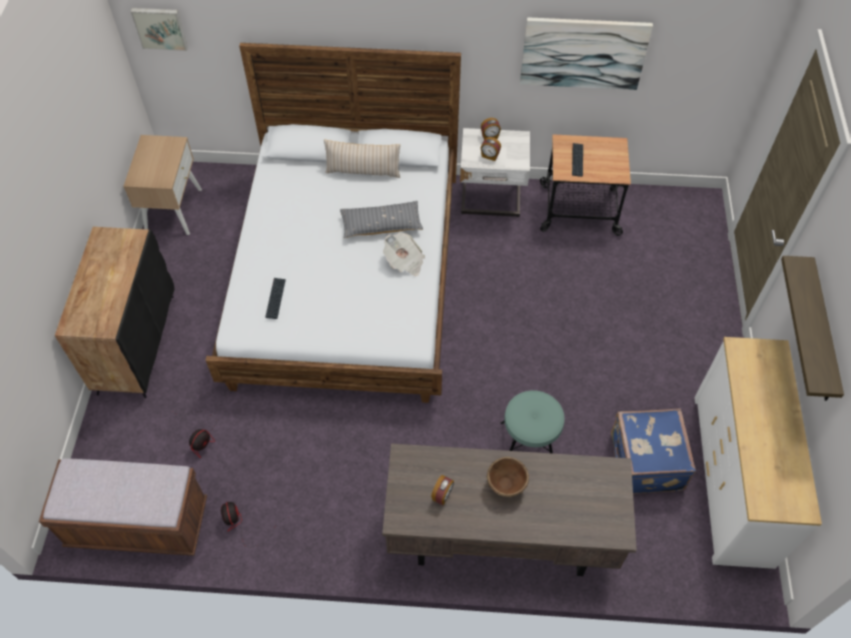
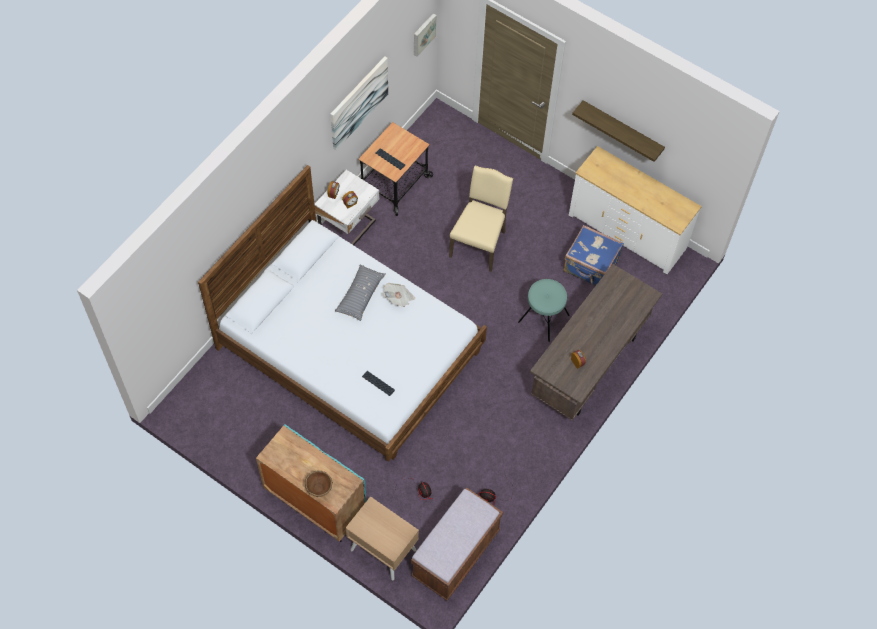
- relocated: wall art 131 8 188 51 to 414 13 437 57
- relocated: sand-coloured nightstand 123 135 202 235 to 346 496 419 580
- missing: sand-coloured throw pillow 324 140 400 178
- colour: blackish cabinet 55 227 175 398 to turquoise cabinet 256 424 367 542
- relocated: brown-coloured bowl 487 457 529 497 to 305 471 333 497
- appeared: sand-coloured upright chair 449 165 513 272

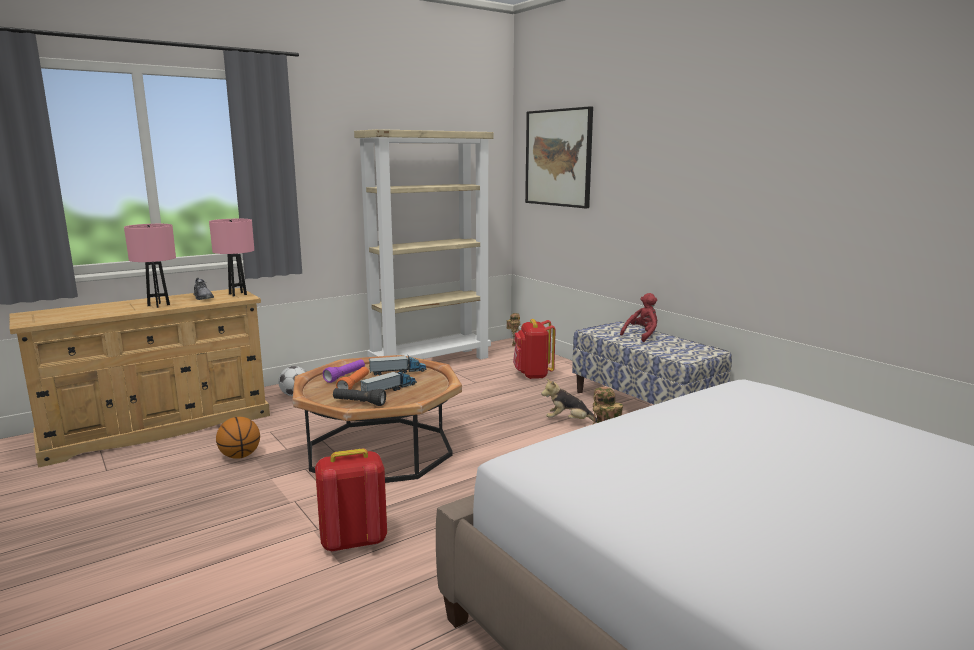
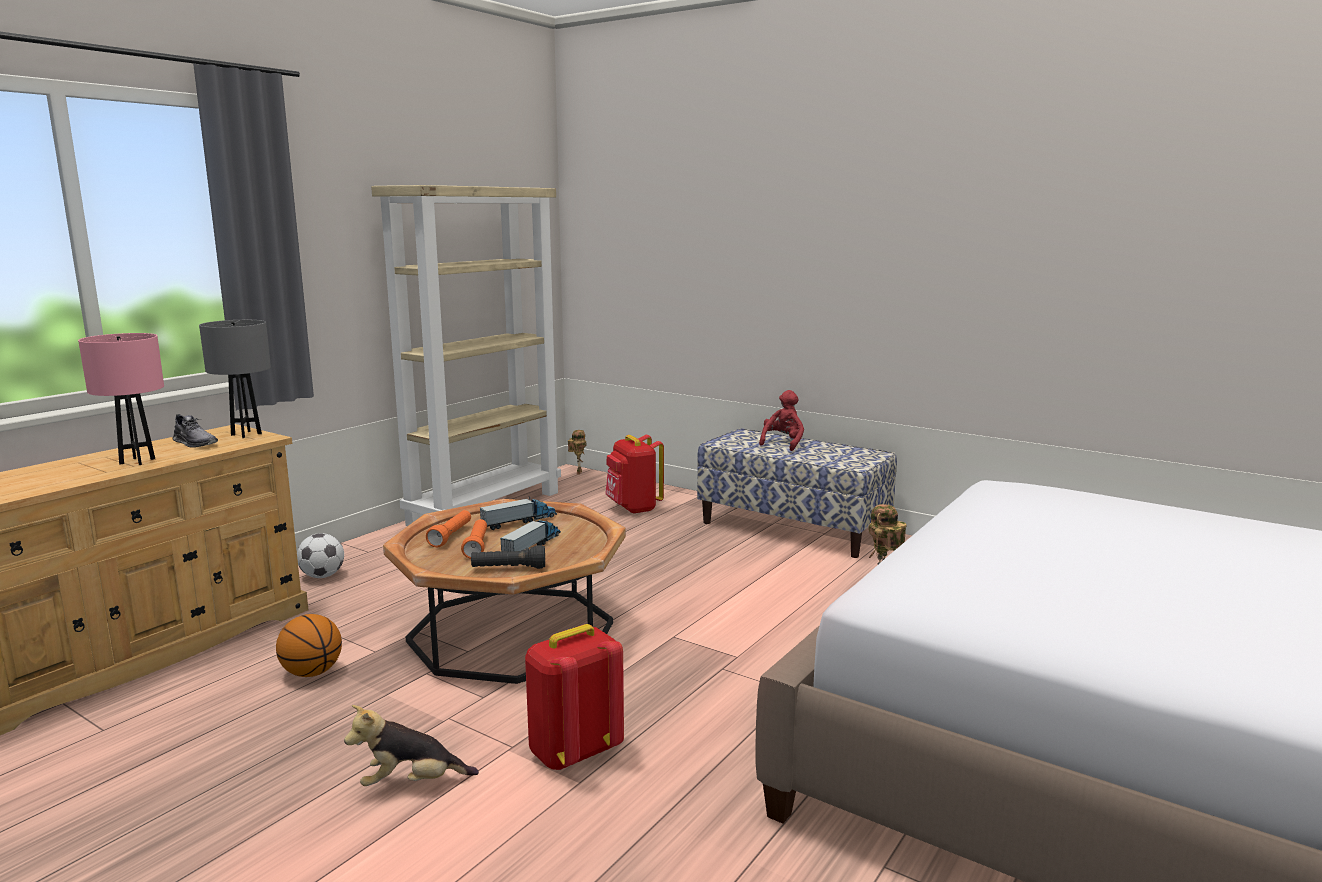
- missing: wall art 525 106 593 208
- colour: pinkish tabletop lamp 209 219 254 297 to gray tabletop lamp 199 320 271 438
- colour: purplish hand torch 323 359 365 383 to orangey hand torch 426 510 471 547
- relocated: plush toy 541 378 597 423 to 344 705 479 786

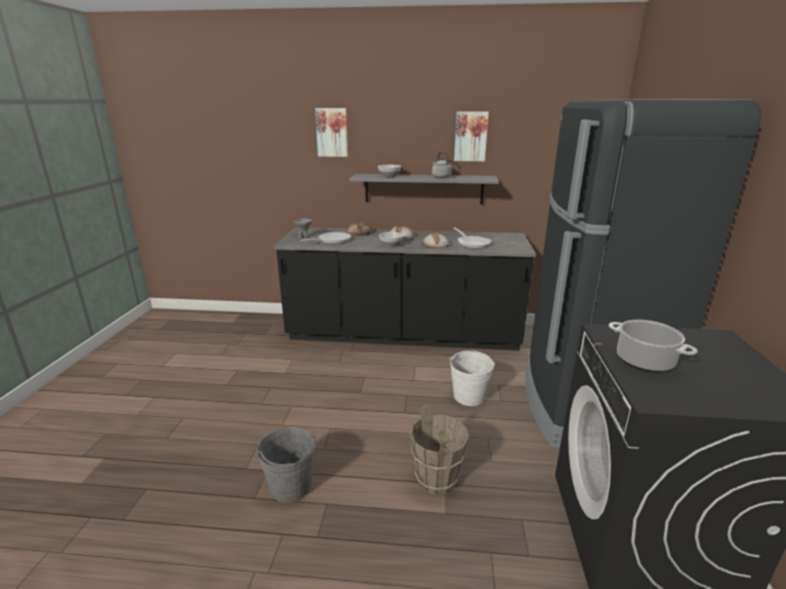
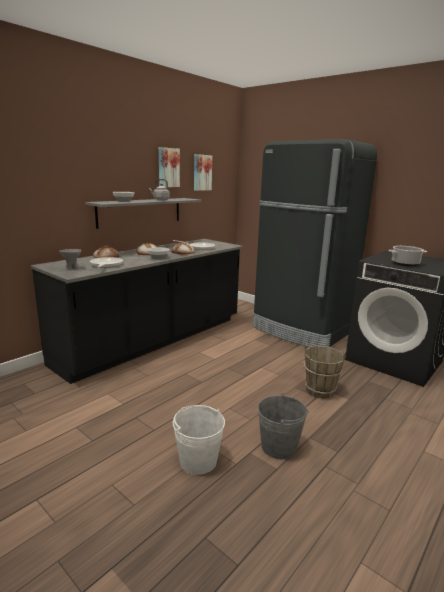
- relocated: wall art 315 108 348 157 to 194 154 212 191
- relocated: whitish water bucket 450 350 495 406 to 173 405 225 475

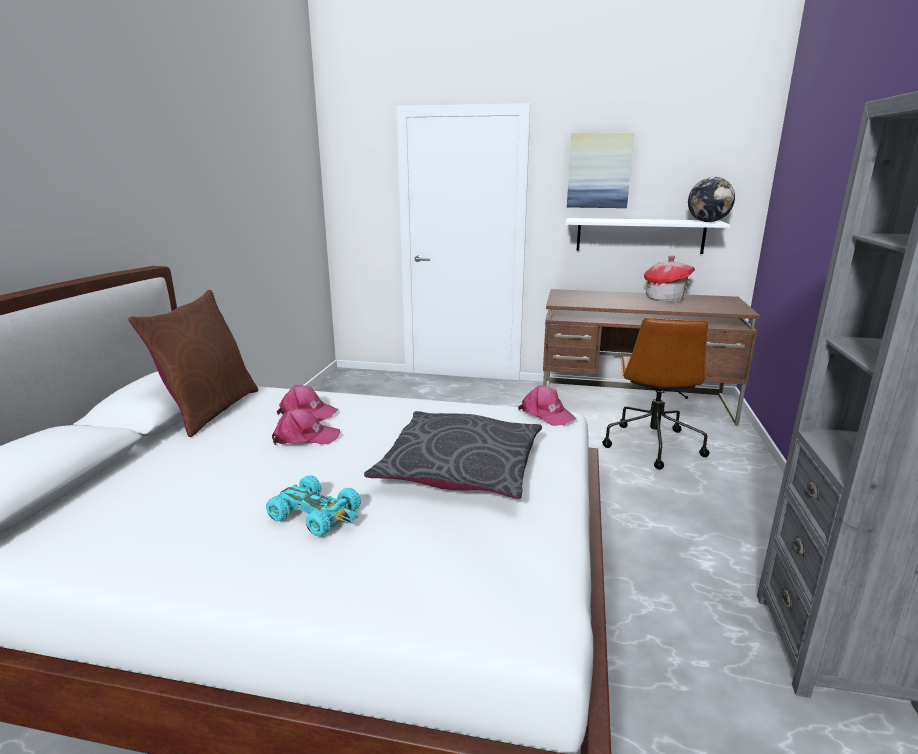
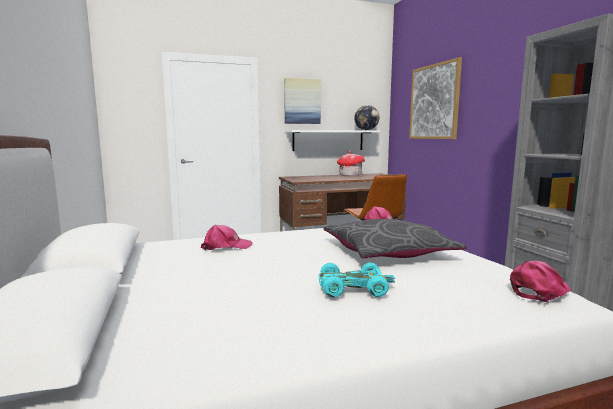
- missing: brown-coloured throw pillow 128 290 258 437
- relocated: pinkish peaked cap 272 409 340 445 to 510 261 572 303
- appeared: wall art 409 57 462 139

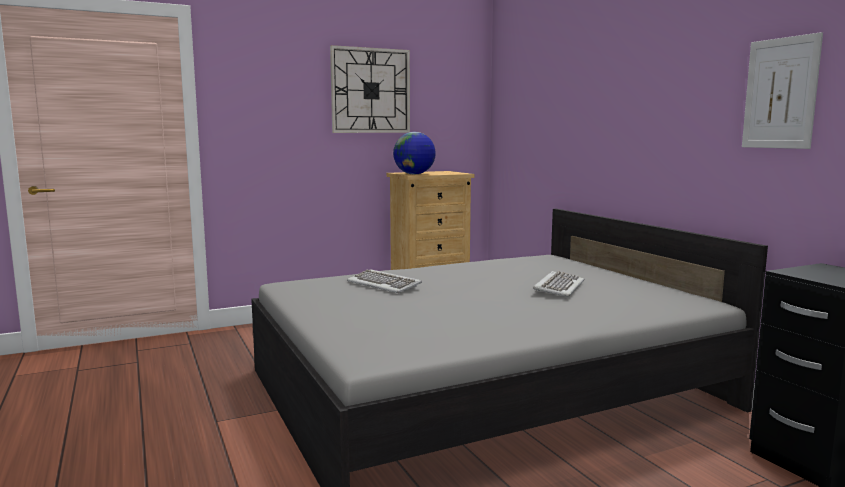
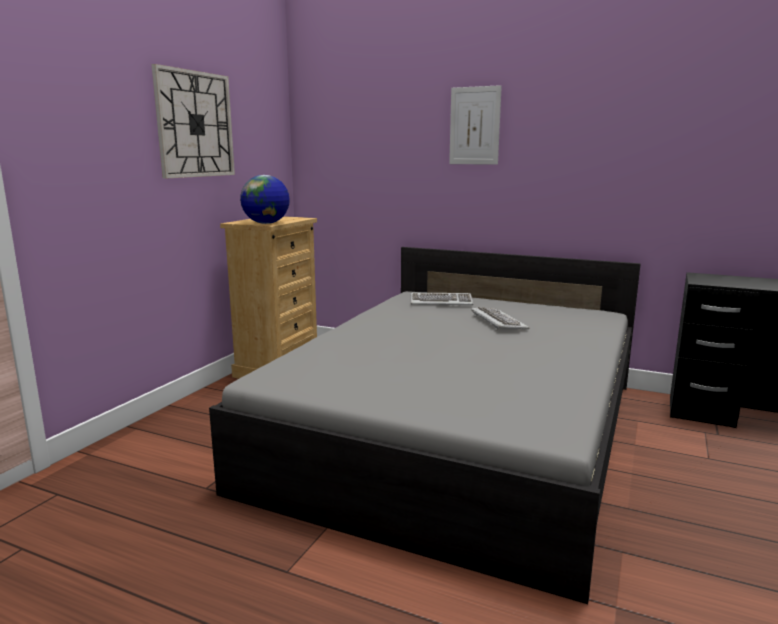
- relocated: wall art 742 32 823 149 to 449 85 502 165
- relocated: computer keyboard 347 269 422 293 to 411 293 473 305

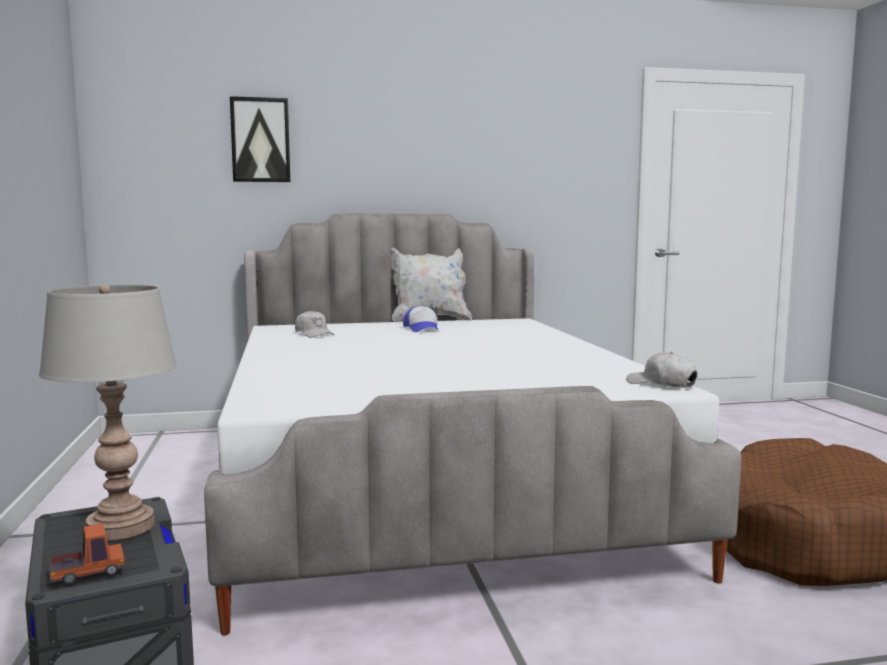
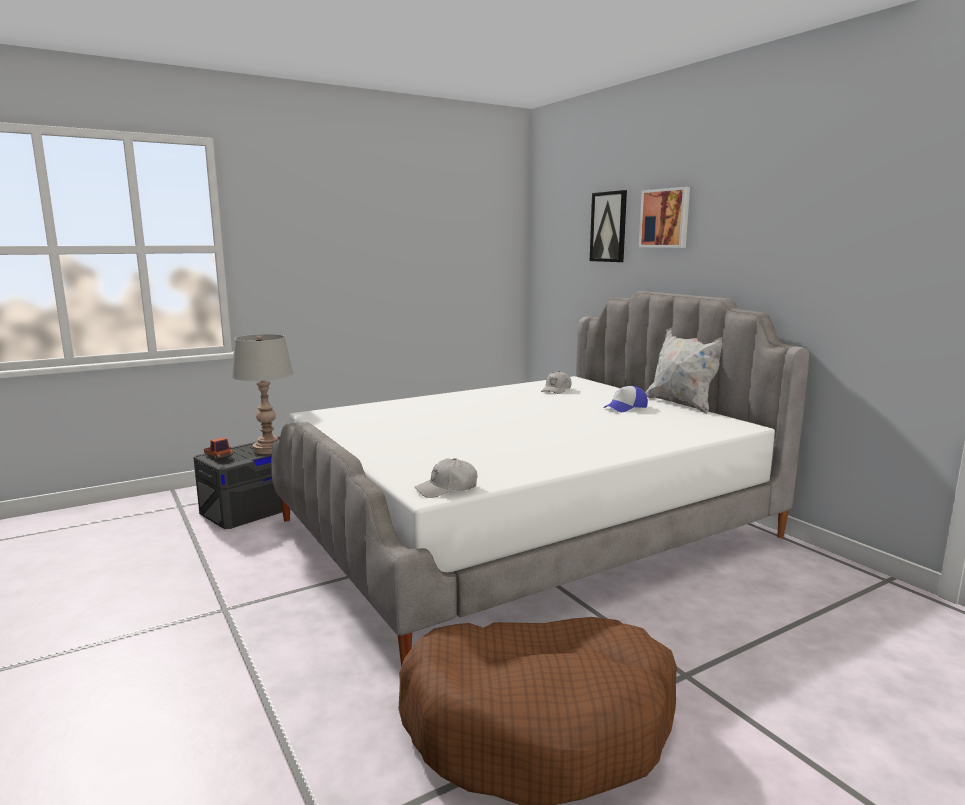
- spun: whitish peaked cap 626 352 697 388 = 415 458 477 498 135 degrees counterclockwise
- appeared: wall art 639 187 690 248

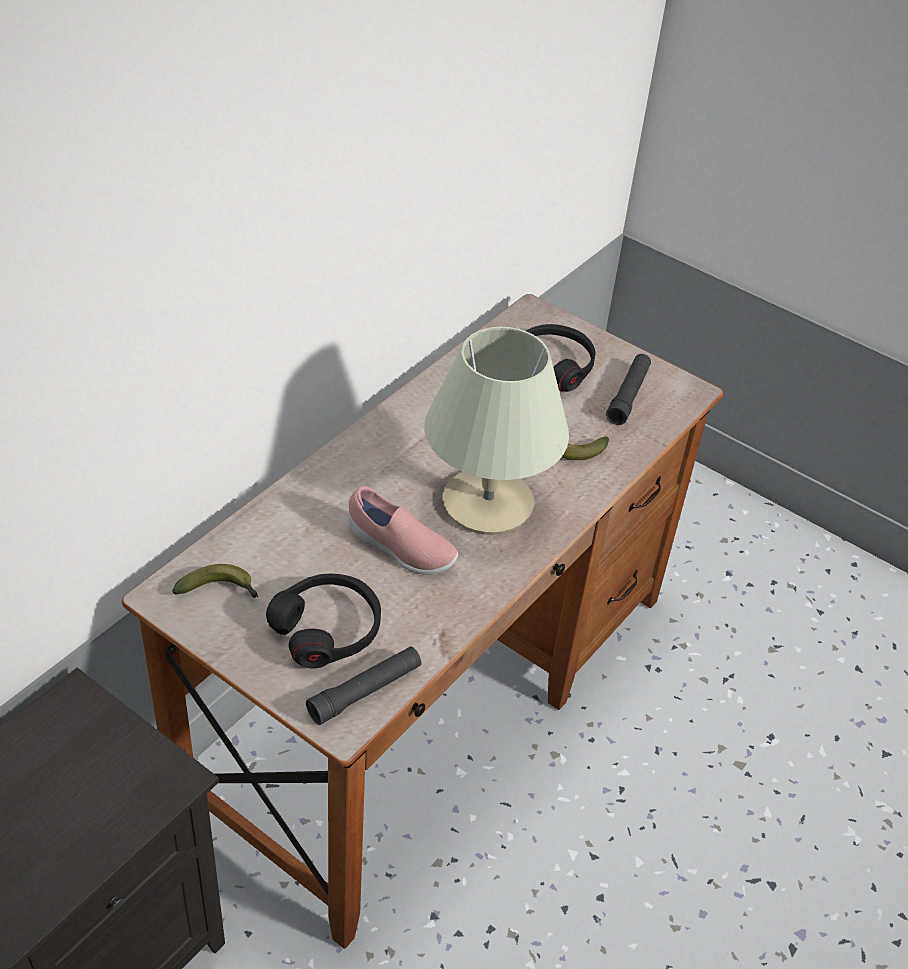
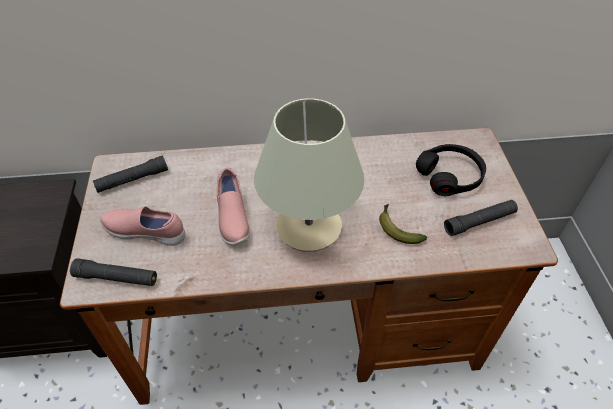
- exchanged: banana 172 564 258 598 to blackish hand torch 93 156 168 193
- exchanged: blackish headset 266 574 381 669 to pinkish shoe 100 207 186 246

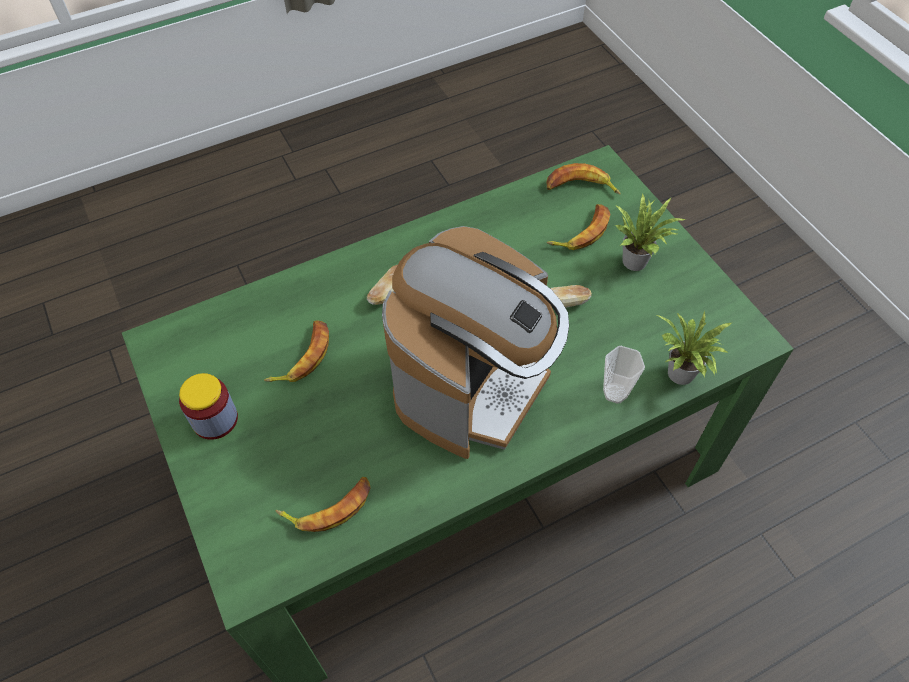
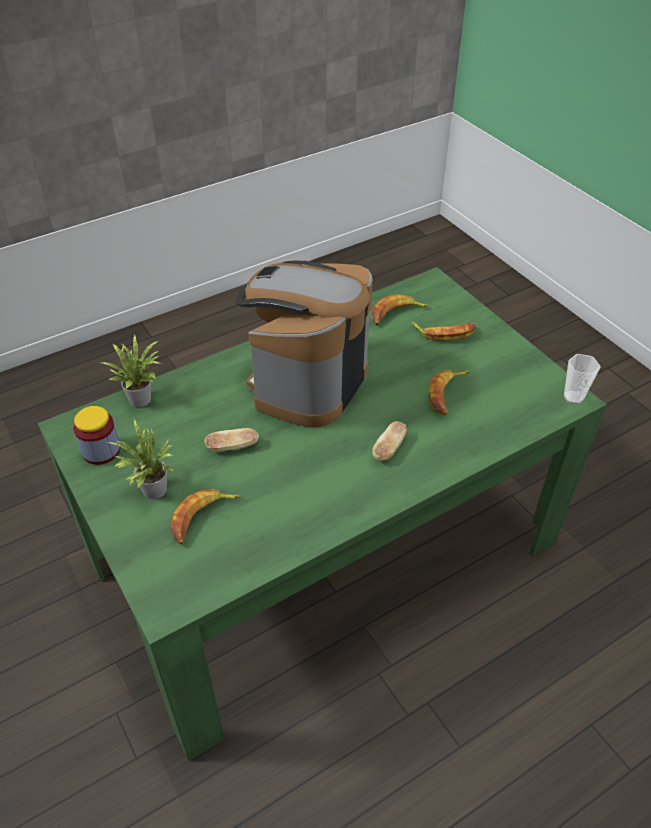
- relocated: banana 546 163 621 195 to 412 322 476 341
- relocated: drinking cup 603 346 645 404 to 564 354 600 404
- relocated: storage jar 179 373 238 440 to 73 406 120 465

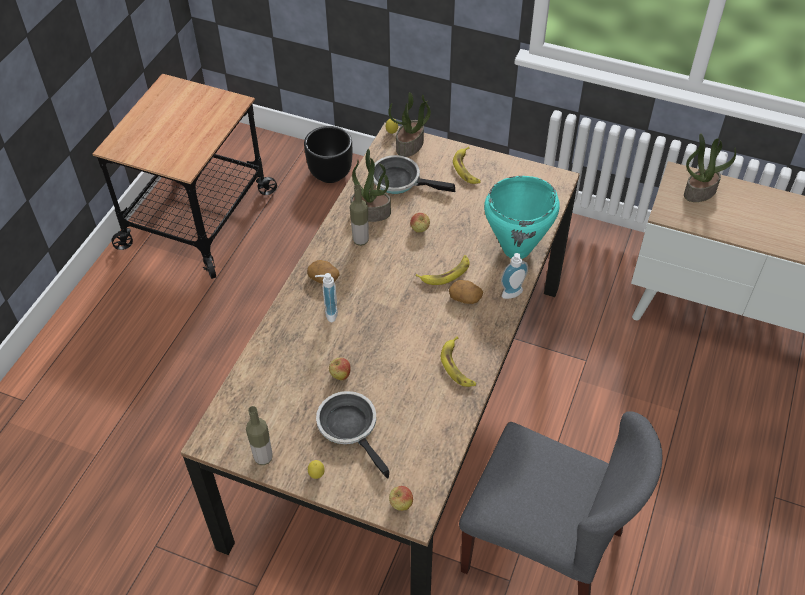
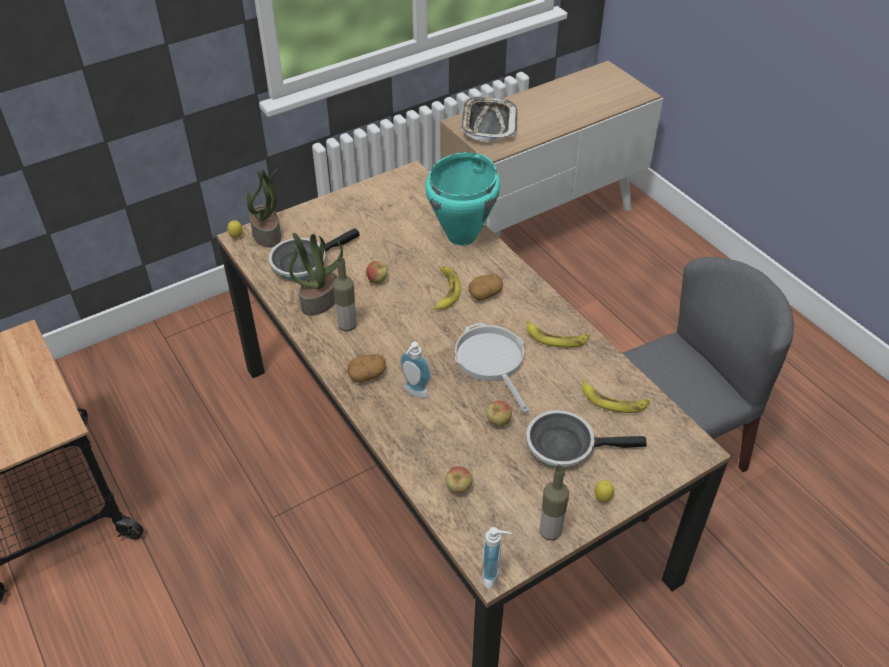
- missing: blackish plant pot 304 126 352 183
- exchanged: plant in a pot 684 133 736 202 to tray 461 97 517 142
- relocated: banana 453 147 481 184 to 582 378 650 413
- relocated: liquid soap bottle 501 253 528 299 to 482 527 511 589
- relocated: apple 389 486 413 511 to 446 466 473 493
- appeared: skillet 455 323 529 413

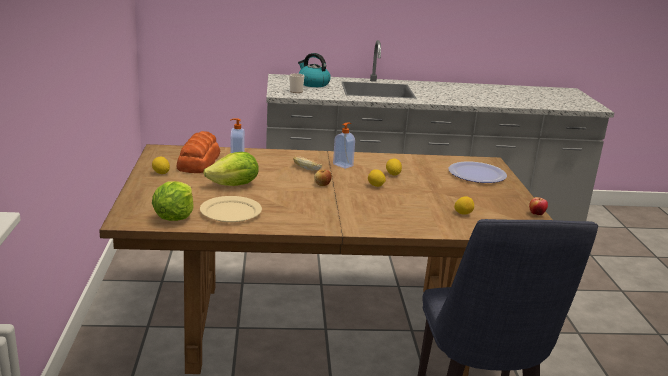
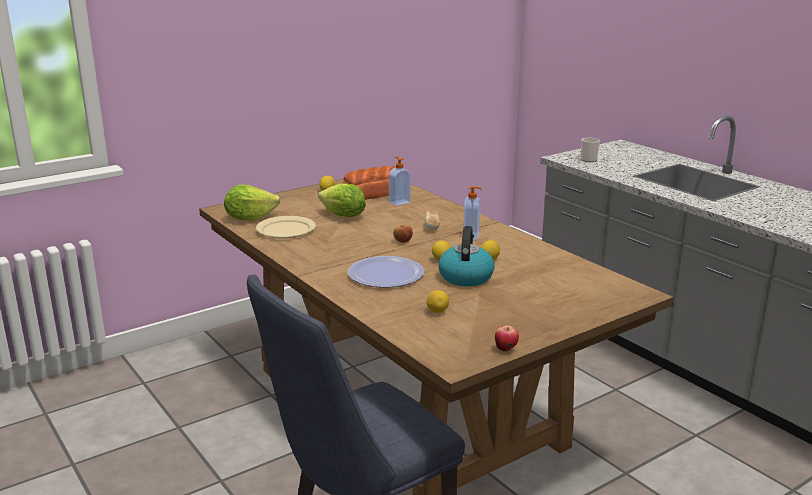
- relocated: water kettle 298 53 331 87 to 438 226 495 286
- relocated: flat dish 448 161 507 183 to 348 256 424 288

